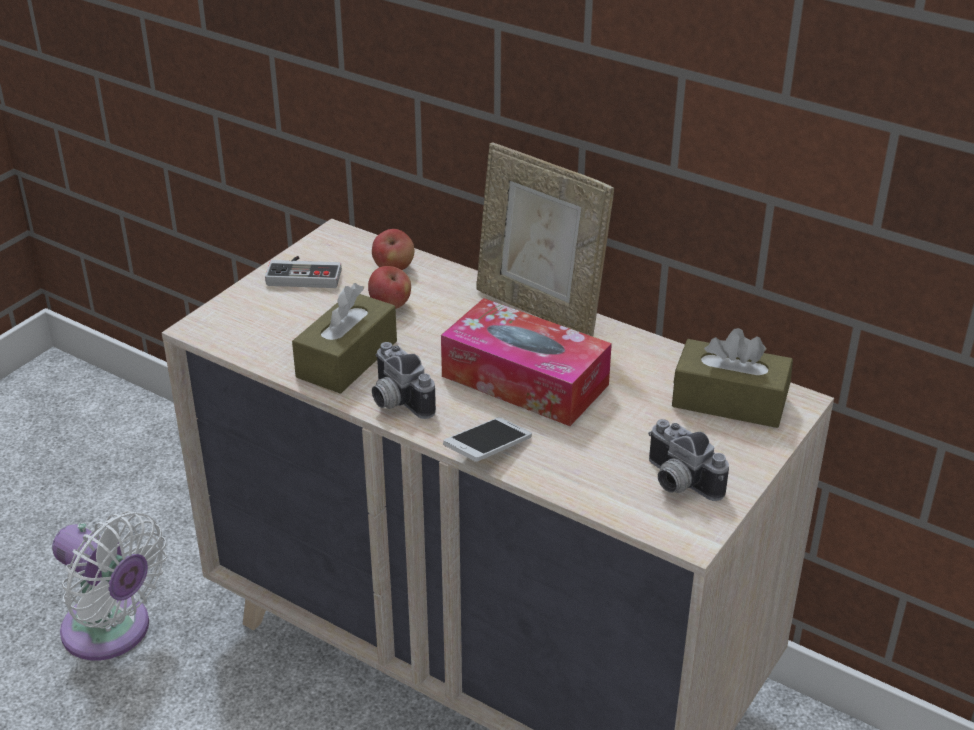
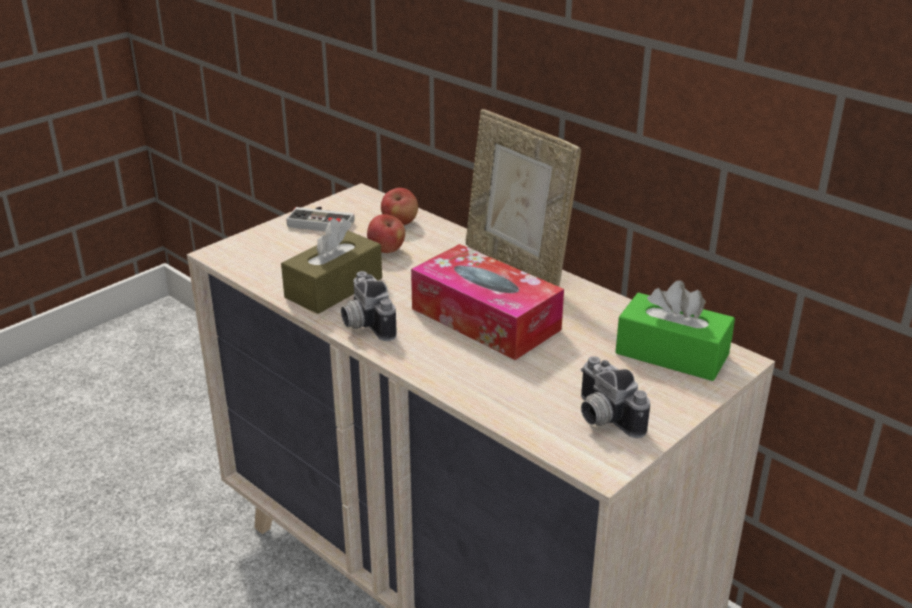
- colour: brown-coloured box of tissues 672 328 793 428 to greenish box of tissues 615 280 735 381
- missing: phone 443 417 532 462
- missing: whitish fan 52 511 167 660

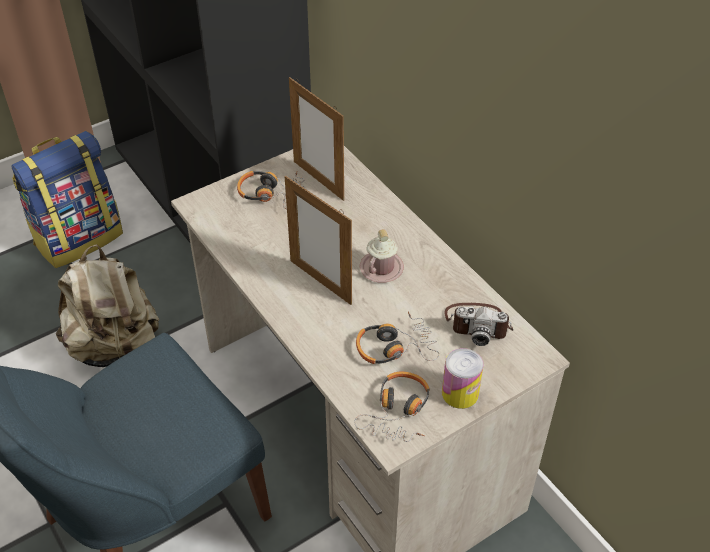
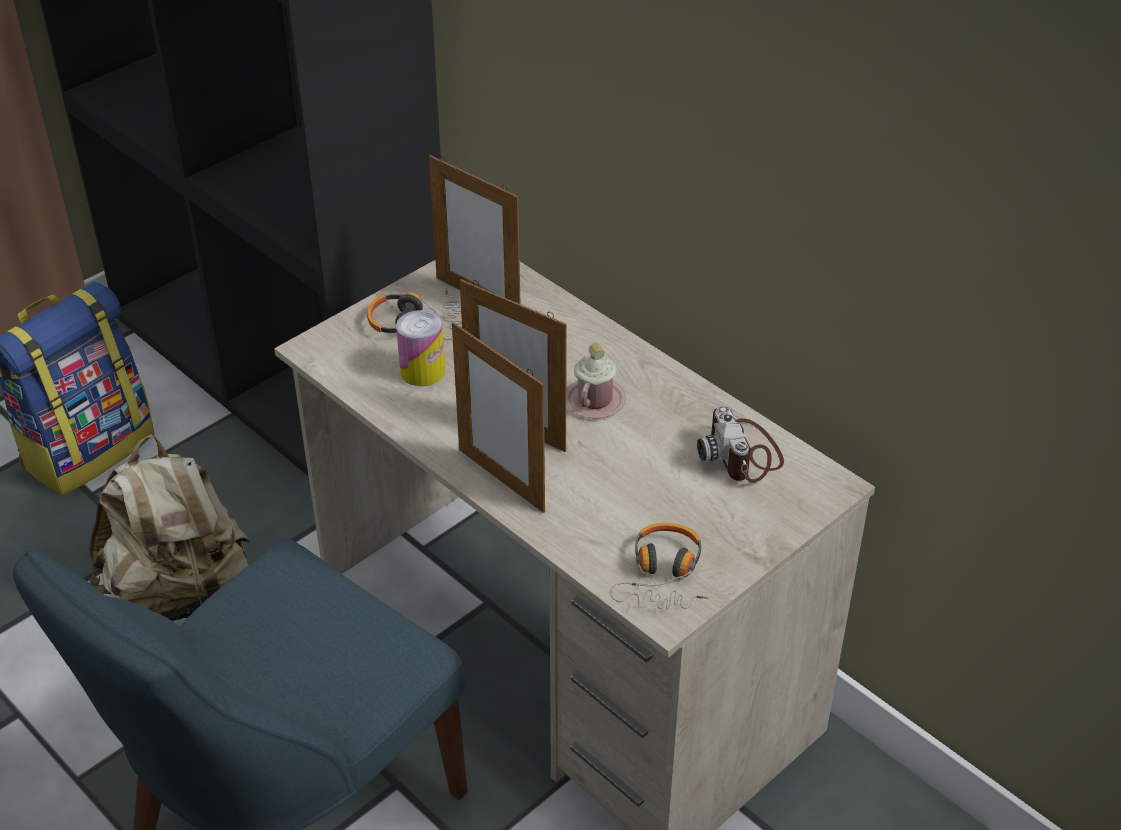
- spun: photo camera 444 303 513 346 = 697 405 784 483 75 degrees clockwise
- missing: headset 356 312 439 364
- relocated: sealed can 442 348 484 409 to 396 310 445 386
- appeared: standing frame 452 322 545 513

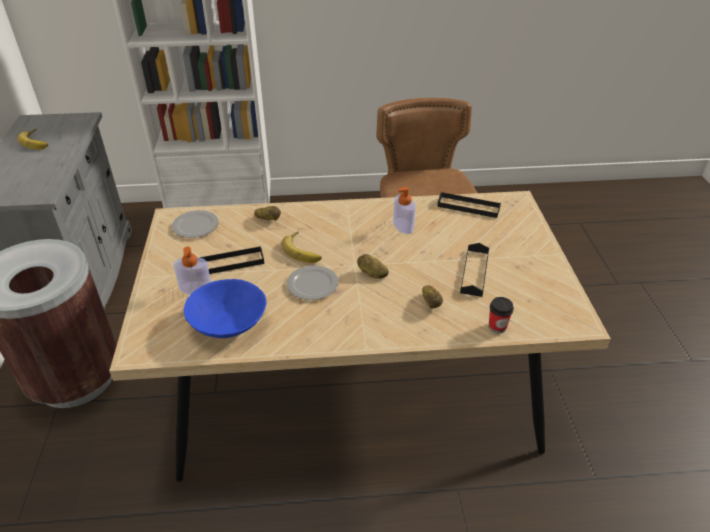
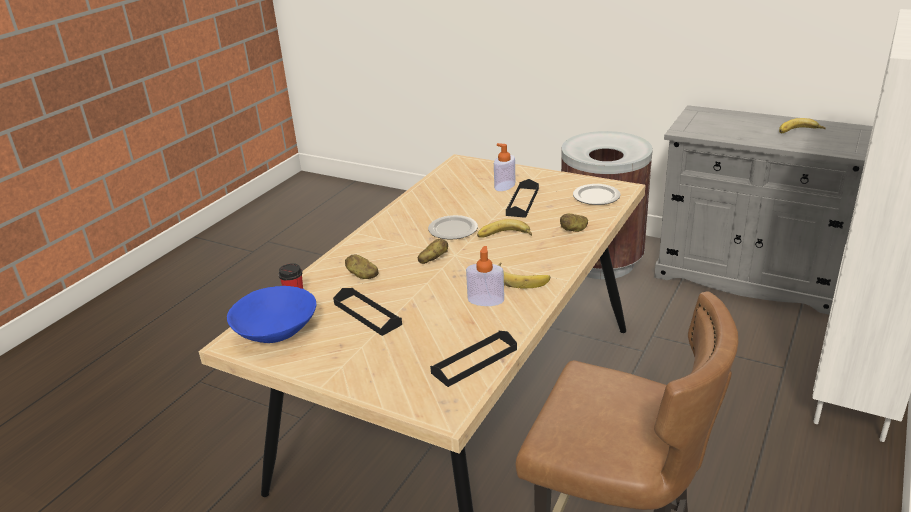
- relocated: bluish bowl 184 279 267 338 to 227 286 316 343
- appeared: banana 498 263 550 289

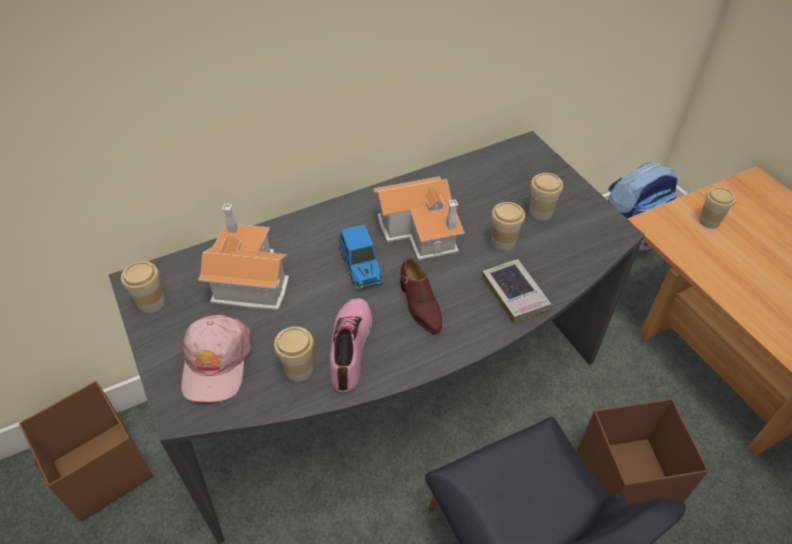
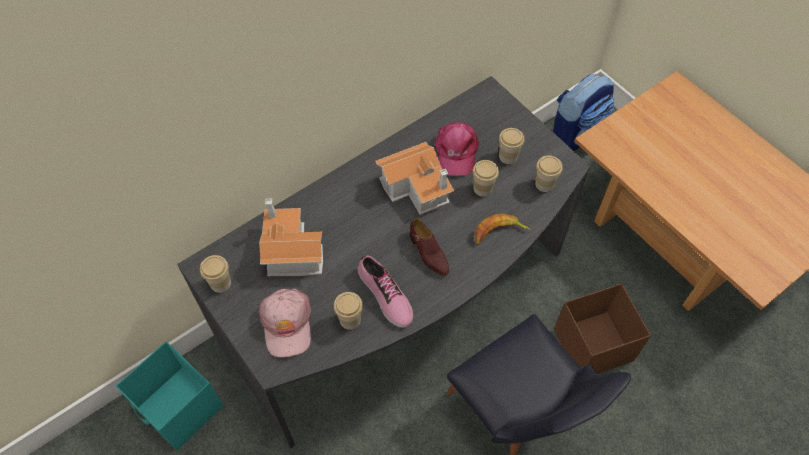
- relocated: drinking cup 699 187 736 229 to 535 155 563 192
- missing: model car 339 224 384 290
- exchanged: volume 482 259 552 323 to banana 474 214 531 245
- spun: shoe 330 298 372 392 = 358 255 413 328 150 degrees clockwise
- colour: brown-coloured storage bin 19 381 153 522 to turquoise storage bin 116 341 223 450
- appeared: pinkish peaked cap 435 122 479 176

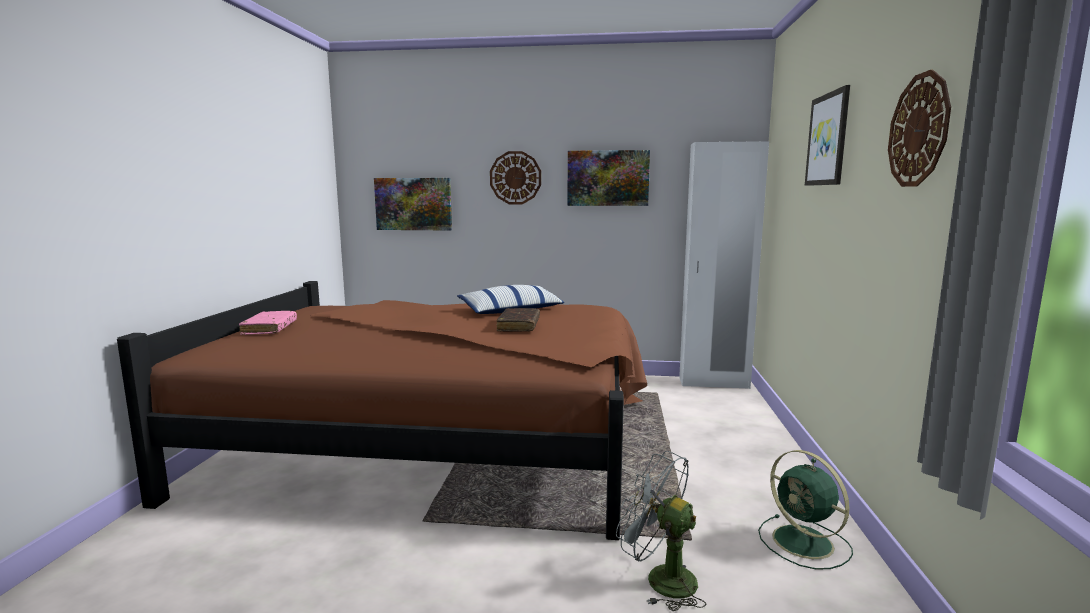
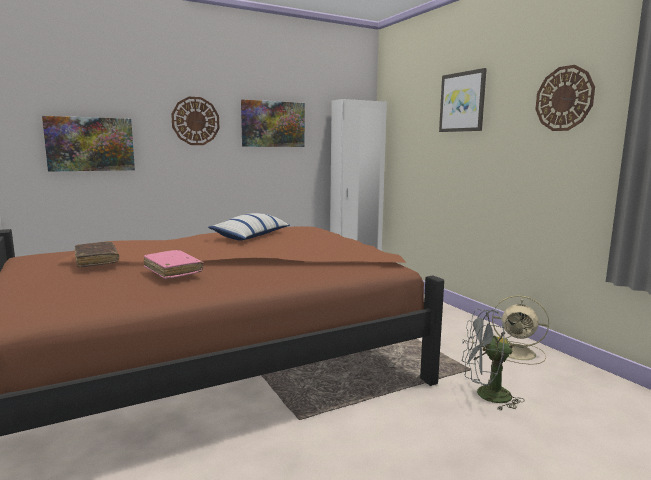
- relocated: brown-coloured volume 497 308 540 332 to 75 242 119 267
- relocated: pinkish volume 239 311 297 335 to 144 250 204 279
- colour: greenish fan 758 450 853 570 to sand-coloured fan 492 295 549 365

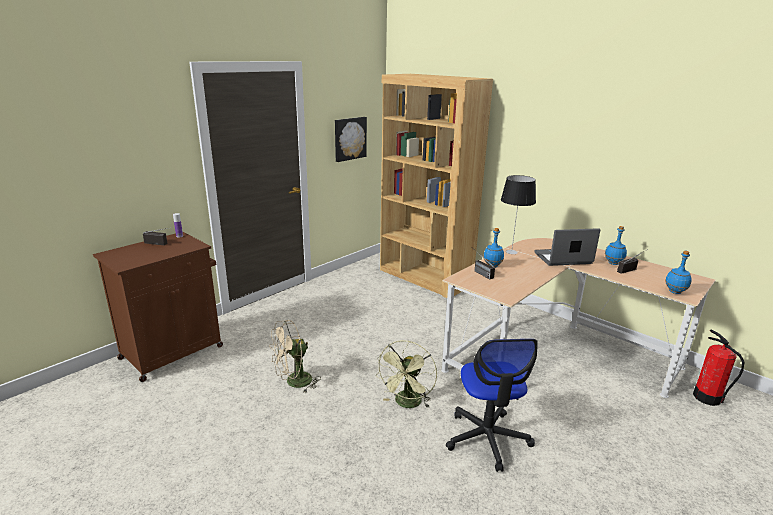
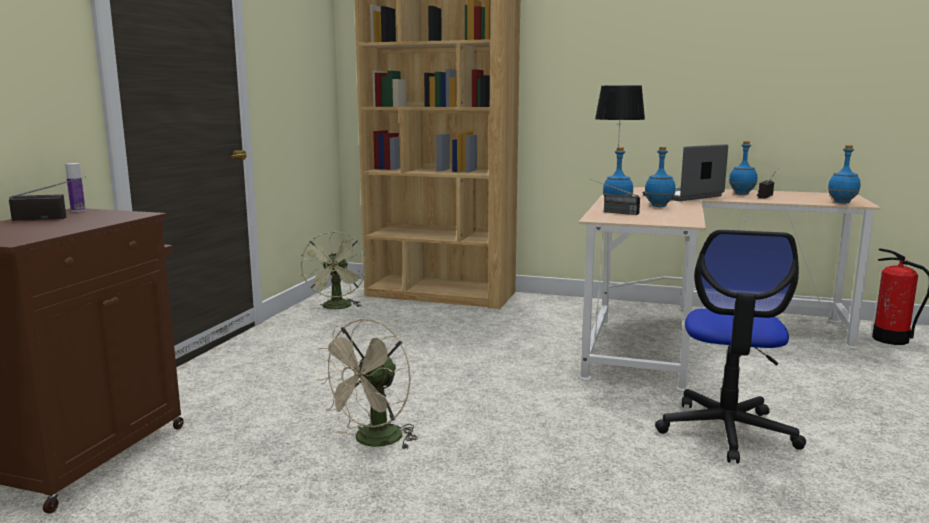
- missing: wall art 335 117 367 162
- spun: office chair 446 339 538 472 = 655 230 806 464 45 degrees clockwise
- relocated: greenish fan 377 340 437 408 to 301 231 367 309
- appeared: bluish beverage bottle 645 147 675 207

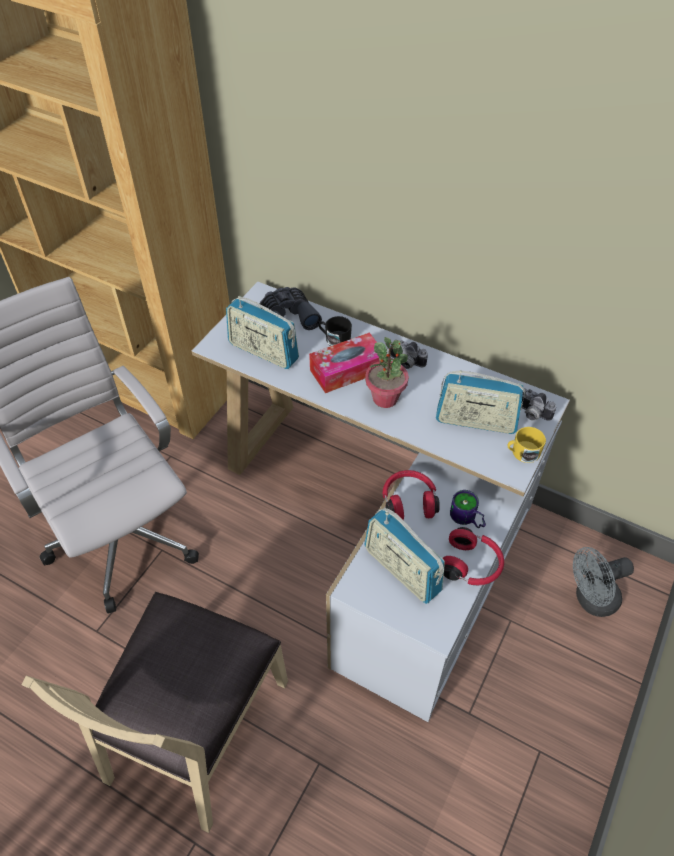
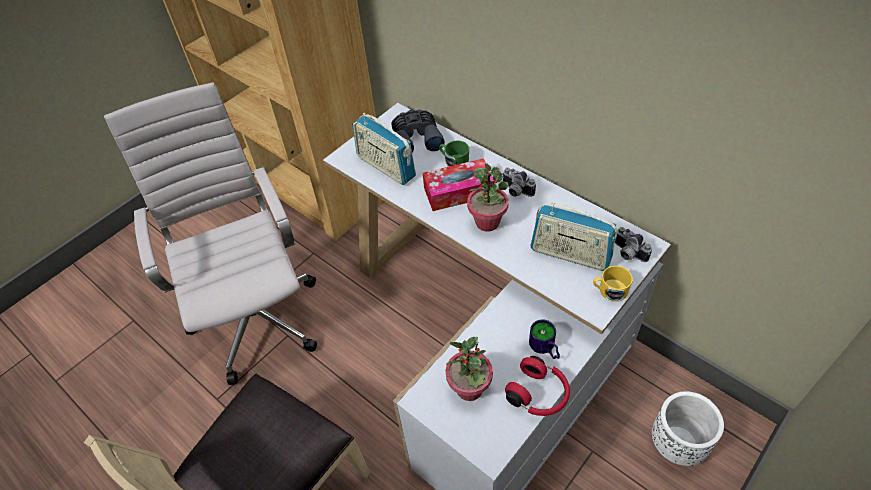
- colour: blackish mug 319 316 352 346 to greenish mug 439 141 469 167
- missing: reddish headset 383 470 440 520
- exchanged: radio 365 508 445 604 to plant in a pot 445 337 493 401
- exchanged: gray fan 573 547 634 617 to whitish plant pot 652 391 724 466

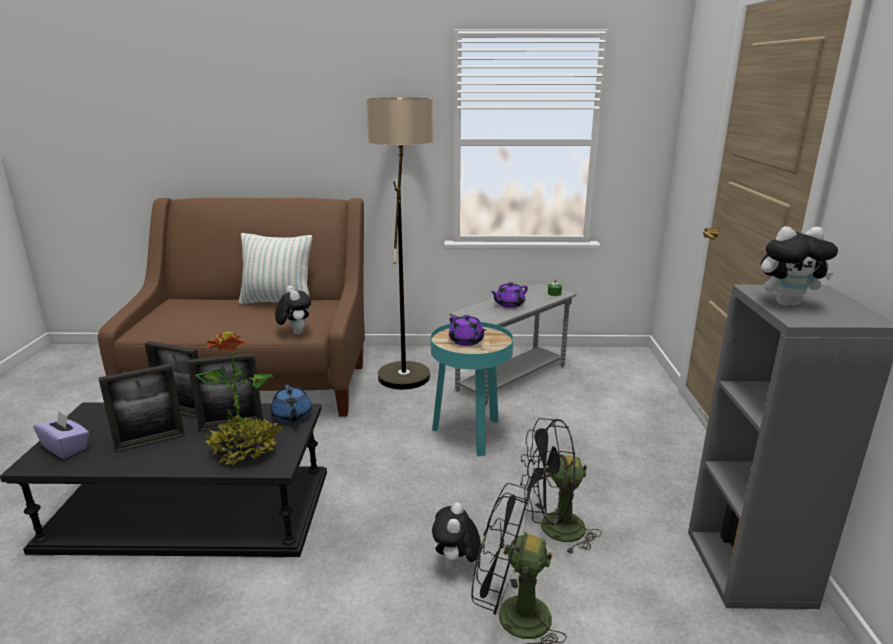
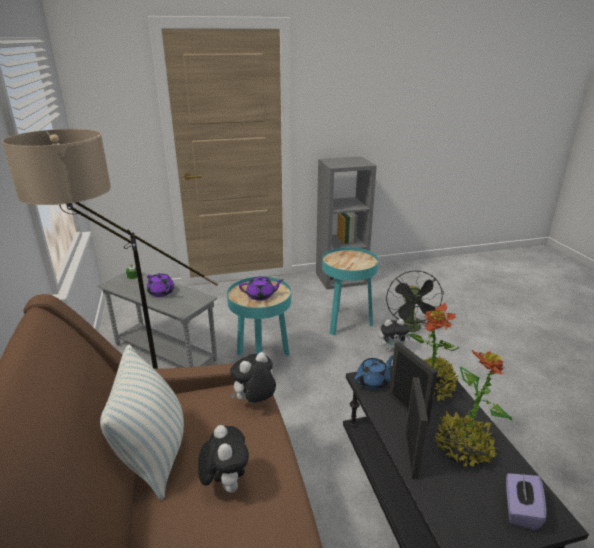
- relocated: plush toy 761 226 838 306 to 198 425 249 493
- spun: purplish teapot 449 315 487 346 = 239 276 283 301 45 degrees clockwise
- exchanged: standing frame 99 364 185 453 to plant in a pot 435 350 512 467
- exchanged: blackish fan 520 418 602 554 to turquoise side table 322 247 378 335

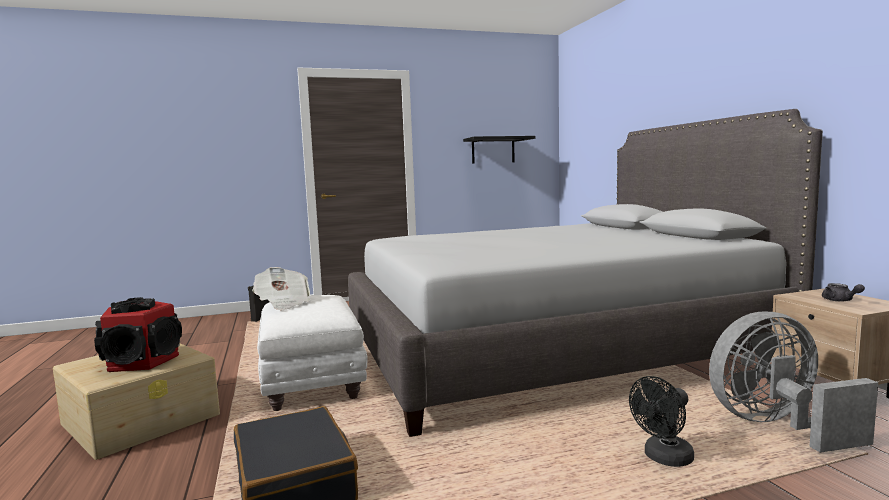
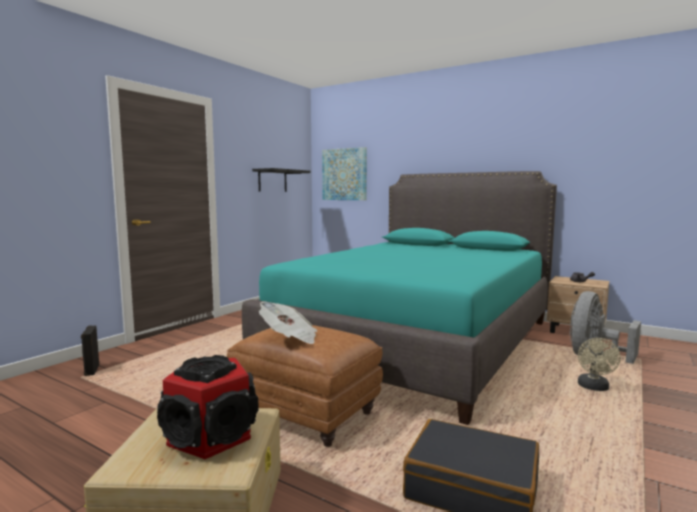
- colour: gray bedroom bed 348 109 823 437 to turquoise bedroom bed 242 171 557 425
- colour: whitish footrest 257 295 368 411 to brown-coloured footrest 227 325 383 447
- colour: blackish fan 629 376 694 467 to sand-coloured fan 578 338 621 391
- appeared: wall art 322 147 367 200

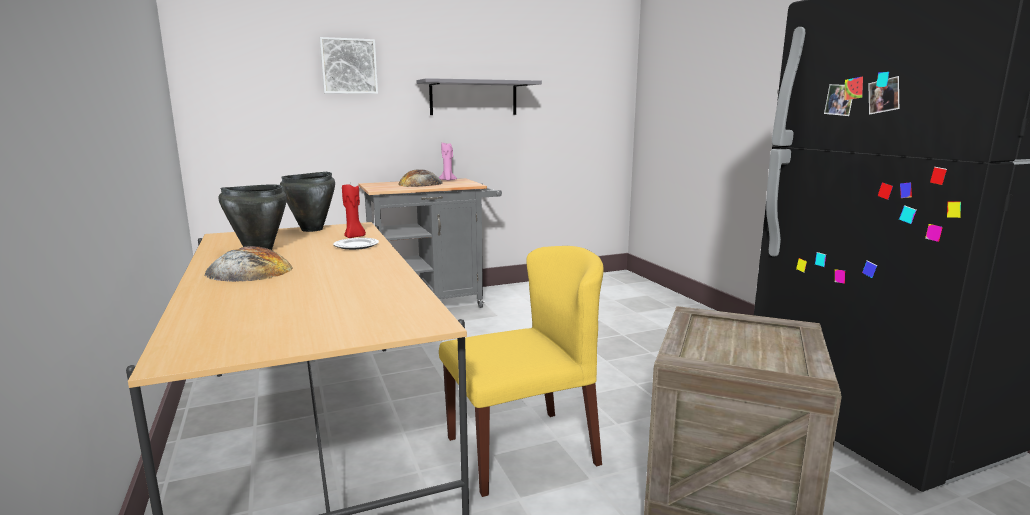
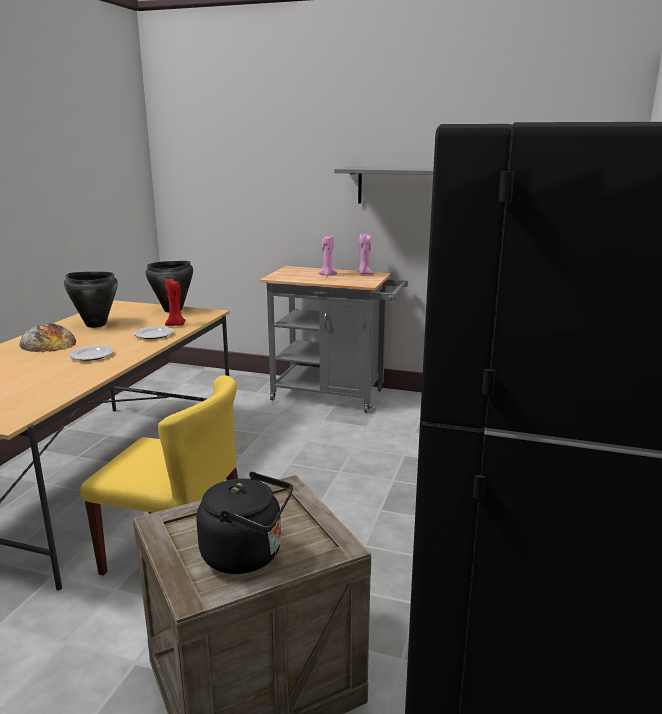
- missing: wall art 320 37 378 94
- exchanged: bread 398 169 443 187 to pinkish candle 318 236 338 276
- appeared: flat dish 69 346 114 361
- appeared: blackish water kettle 196 472 293 574

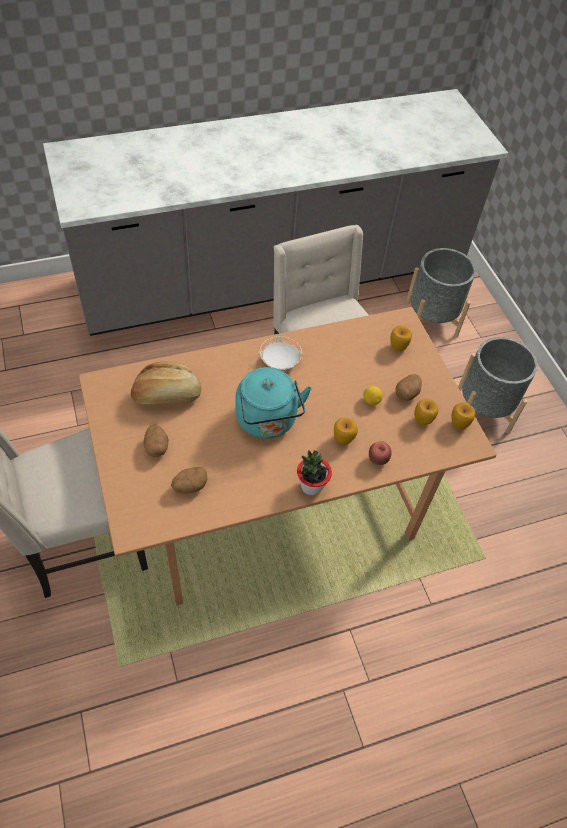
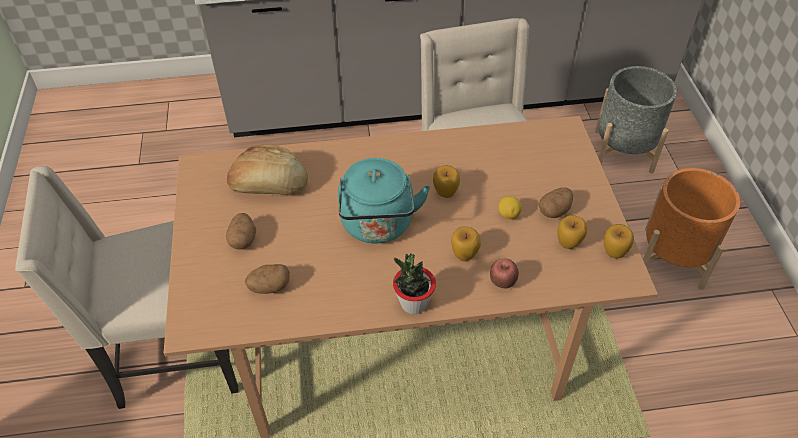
- relocated: apple 391 326 412 352 to 433 165 460 198
- missing: whitish flat dish 260 336 302 370
- colour: gray plant pot 458 337 538 434 to orangey plant pot 643 168 740 290

